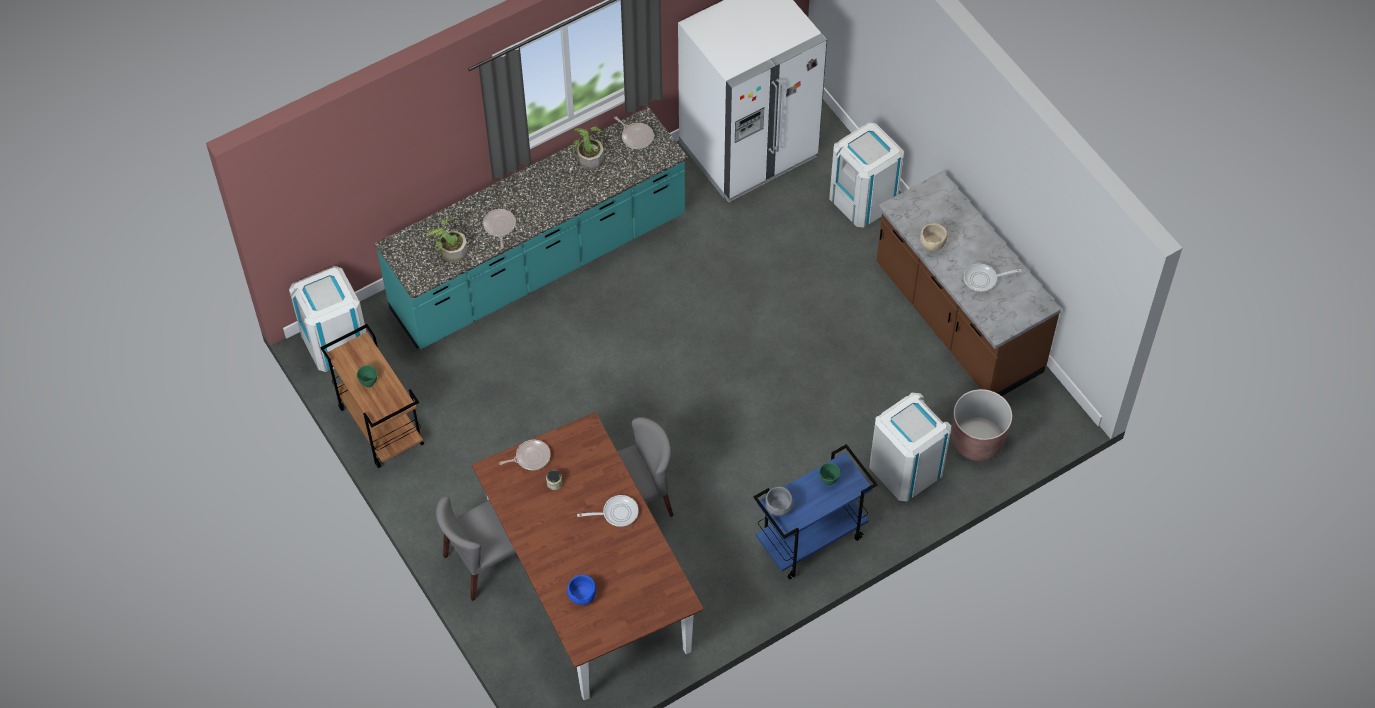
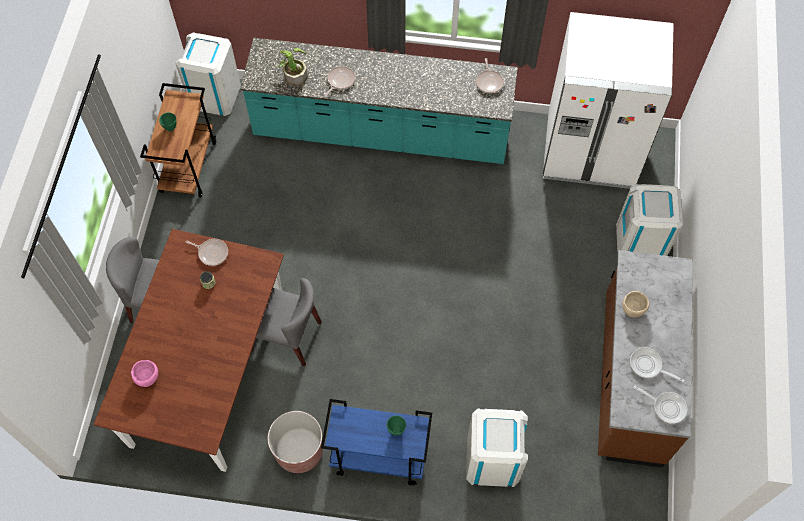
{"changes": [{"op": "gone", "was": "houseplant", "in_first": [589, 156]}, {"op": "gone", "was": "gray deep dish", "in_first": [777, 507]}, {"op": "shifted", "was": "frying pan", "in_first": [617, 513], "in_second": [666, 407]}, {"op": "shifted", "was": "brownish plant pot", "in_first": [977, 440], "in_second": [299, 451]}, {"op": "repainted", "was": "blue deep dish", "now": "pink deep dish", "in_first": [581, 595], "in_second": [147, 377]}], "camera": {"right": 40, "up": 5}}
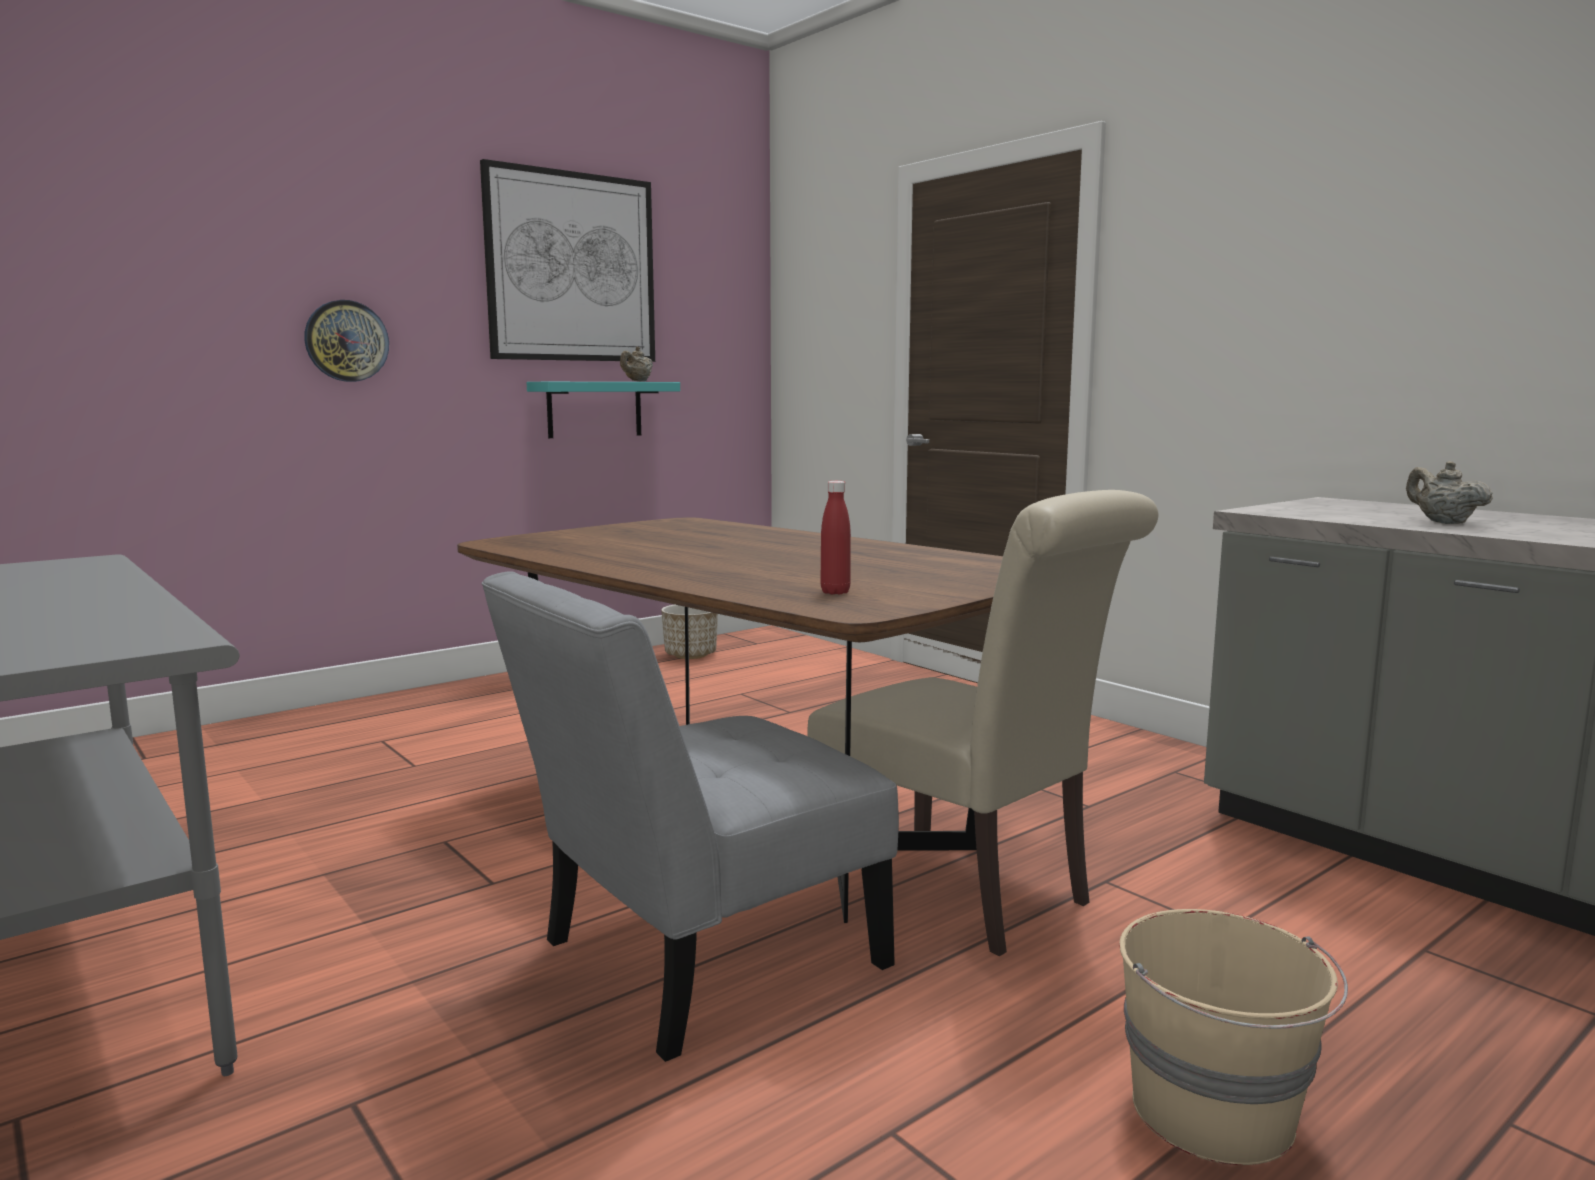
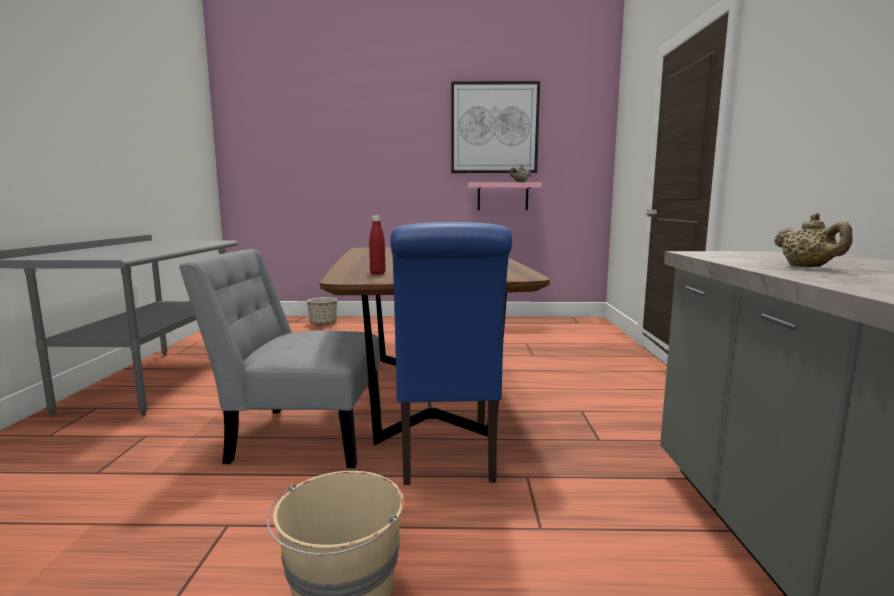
{"changes": [{"op": "gone", "was": "hanging clock", "in_first": [346, 341]}, {"op": "shifted", "was": "plant pot", "in_first": [690, 655], "in_second": [323, 323]}, {"op": "repainted", "was": "turquoise-coloured wall shelf", "now": "pink wall shelf", "in_first": [594, 409], "in_second": [502, 196]}, {"op": "repainted", "was": "beige-coloured chair", "now": "blue chair", "in_first": [967, 894], "in_second": [446, 454]}, {"op": "rotated", "was": "beige-coloured tea pot", "in_first": [1443, 522], "in_second": [808, 267], "clockwise": 150}], "camera": {"right": 40, "up": 0}}
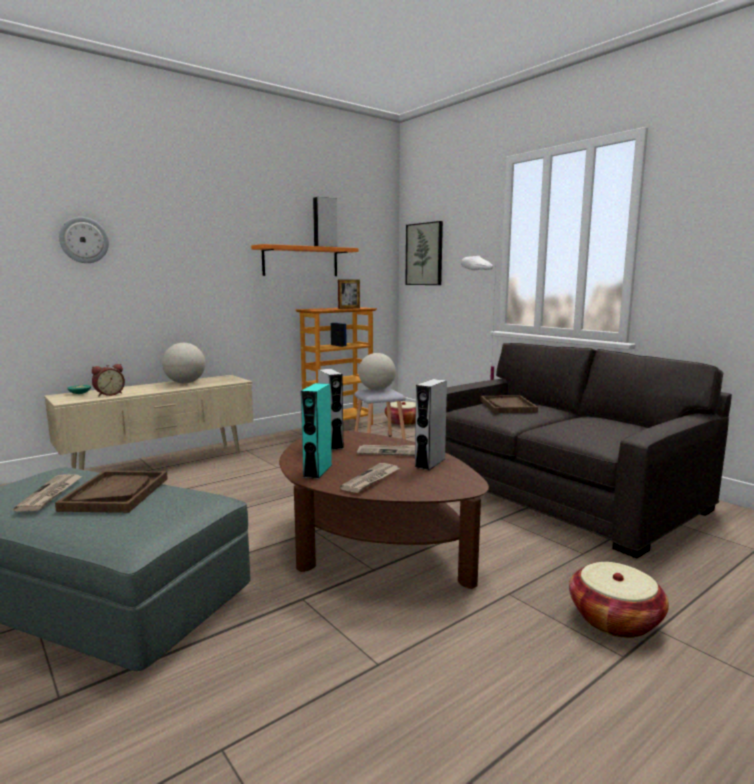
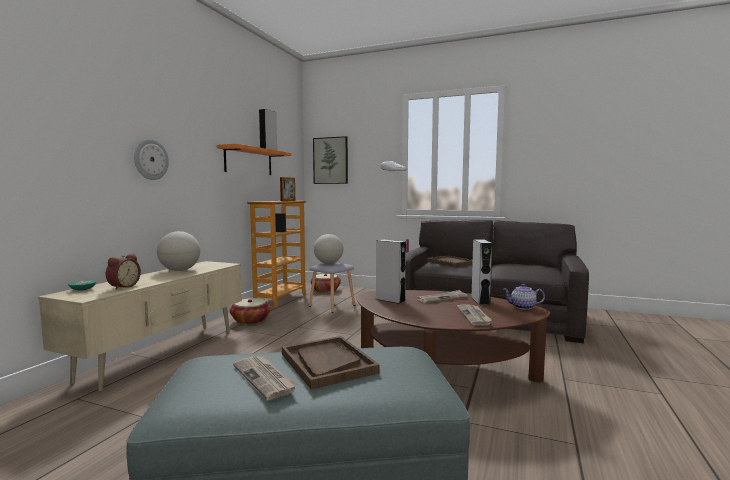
{"changes": [{"op": "gone", "was": "turquoise-coloured speaker", "in_first": [317, 471]}, {"op": "new", "now": "tea pot", "in_second": [522, 307]}, {"op": "shifted", "was": "hanging clock", "in_first": [84, 240], "in_second": [150, 159]}, {"op": "shifted", "was": "basket", "in_first": [614, 619], "in_second": [250, 320]}], "camera": {"right": -30, "up": -5}}
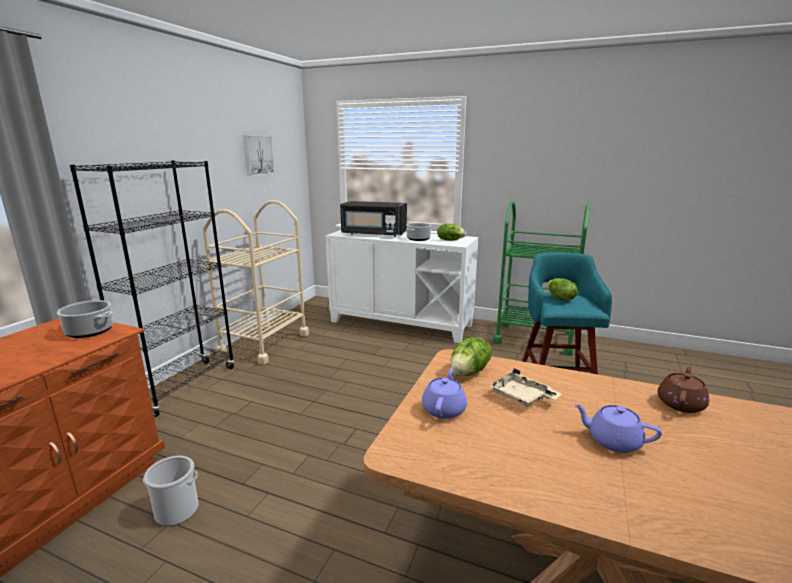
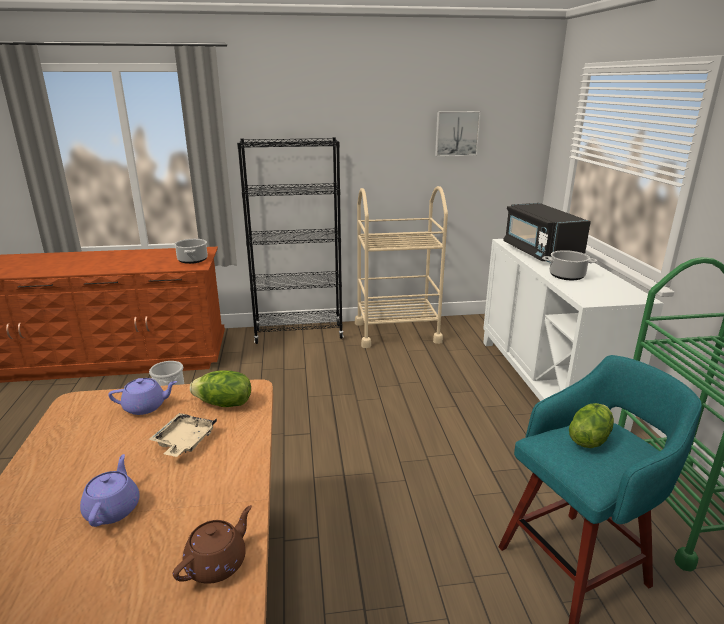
{"changes": [{"op": "gone", "was": "head of lettuce", "in_first": [450, 240]}, {"op": "rotated", "was": "brownish tea pot", "in_first": [680, 404], "in_second": [217, 563], "clockwise": -60}], "camera": {"right": 60, "up": 5}}
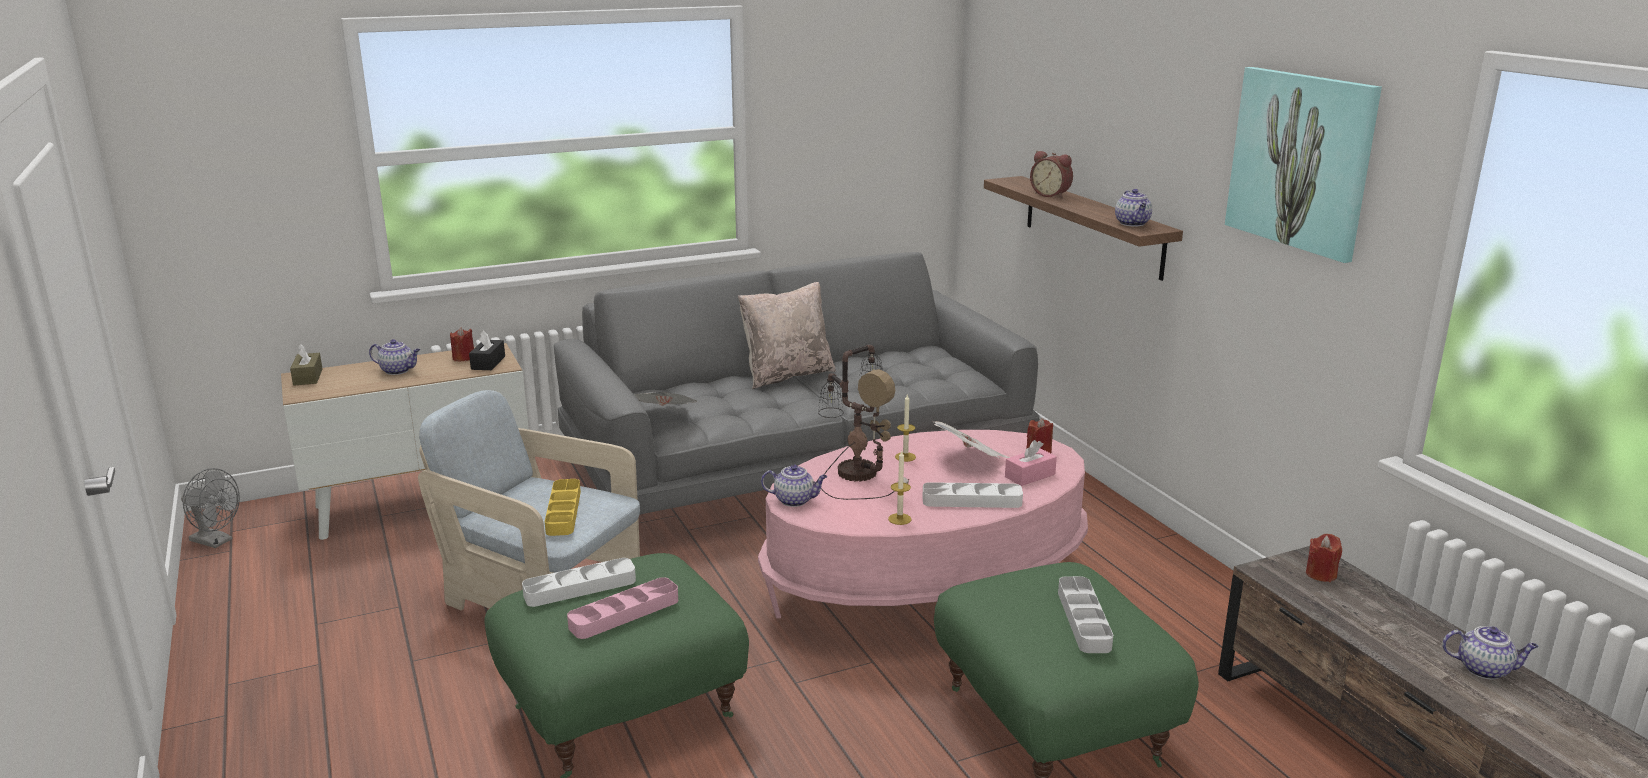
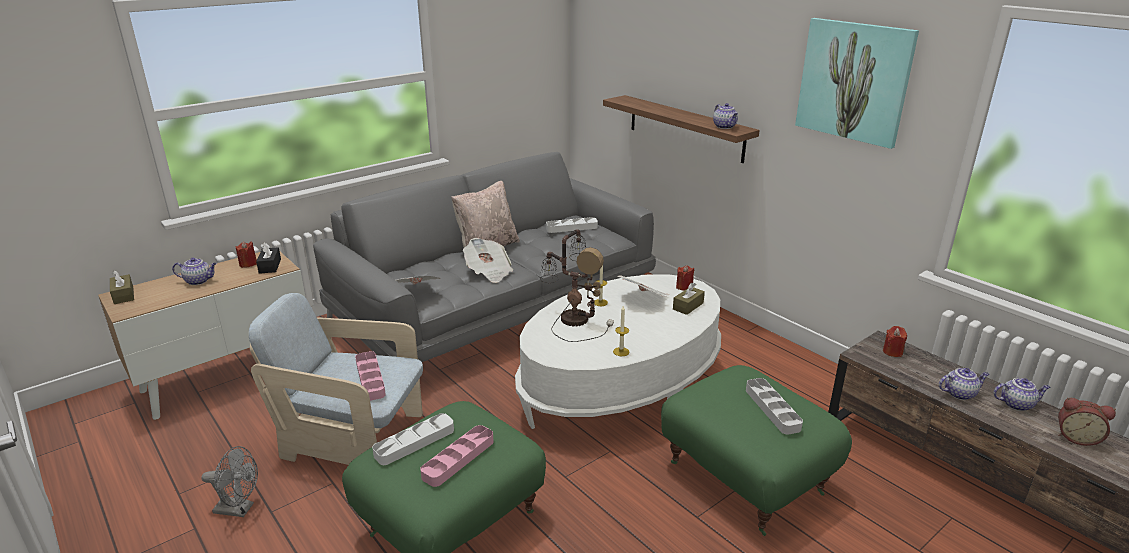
{"changes": [{"op": "new", "now": "daily paper", "in_second": [488, 272]}, {"op": "shifted", "was": "gray cooling fan", "in_first": [216, 541], "in_second": [239, 509]}, {"op": "shifted", "was": "tea pot", "in_first": [795, 500], "in_second": [959, 393]}, {"op": "shifted", "was": "white serving tray", "in_first": [972, 500], "in_second": [571, 228]}, {"op": "shifted", "was": "table clock", "in_first": [1051, 195], "in_second": [1076, 437]}, {"op": "repainted", "was": "yellow serving tray", "now": "pink serving tray", "in_first": [563, 512], "in_second": [370, 379]}, {"op": "repainted", "was": "pink lounge table", "now": "white lounge table", "in_first": [926, 588], "in_second": [621, 389]}, {"op": "repainted", "was": "pink tissue holder", "now": "brownish tissue holder", "in_first": [1030, 475], "in_second": [688, 306]}], "camera": {"right": -15, "up": 5}}
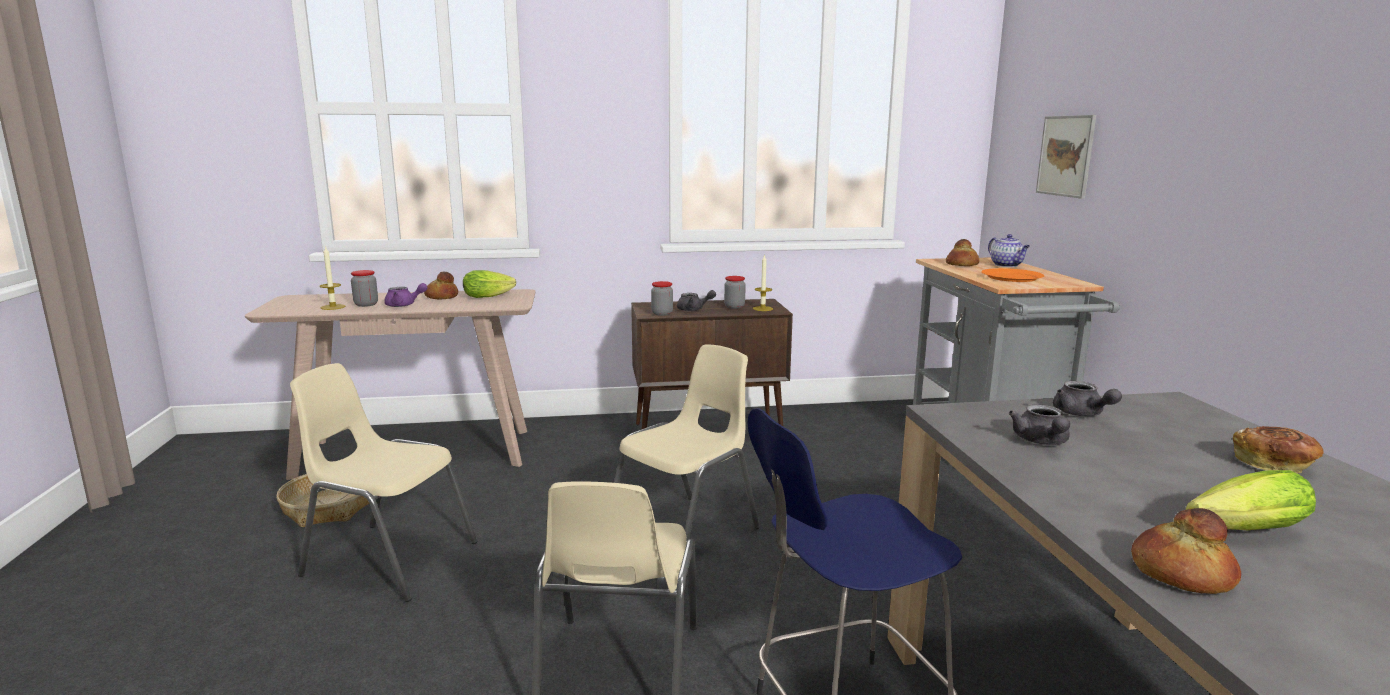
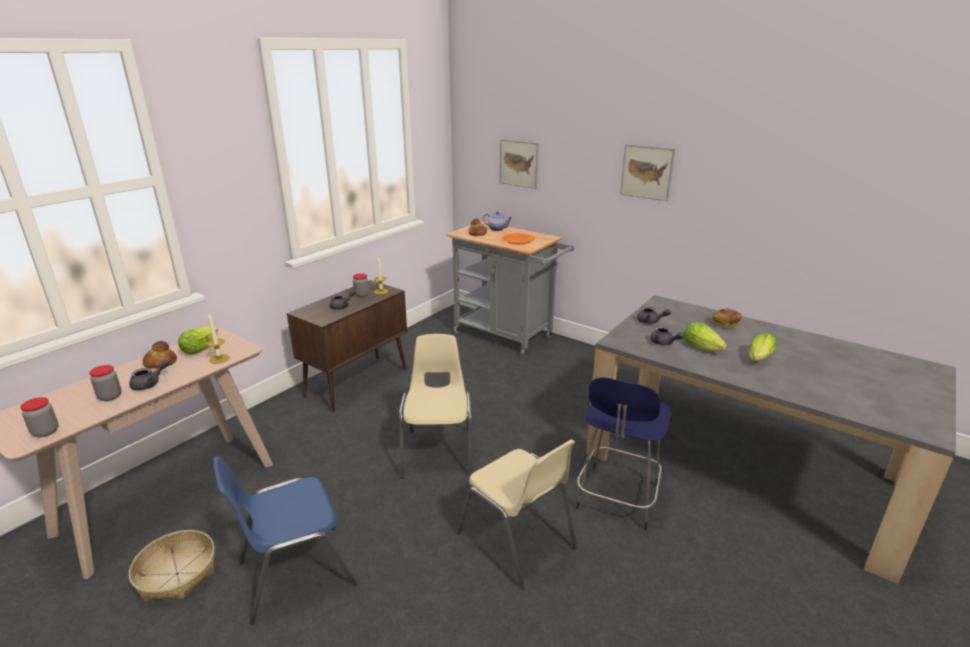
{"changes": [{"op": "gone", "was": "bakery bread", "in_first": [1180, 574]}, {"op": "new", "now": "wall picture", "in_second": [646, 172]}, {"op": "new", "now": "head of lettuce", "in_second": [703, 348]}, {"op": "shifted", "was": "candle", "in_first": [333, 307], "in_second": [219, 359]}, {"op": "shifted", "was": "jar", "in_first": [662, 313], "in_second": [45, 432]}, {"op": "repainted", "was": "beige-coloured chair", "now": "blue chair", "in_first": [388, 559], "in_second": [294, 573]}, {"op": "repainted", "was": "purplish tea pot", "now": "gray tea pot", "in_first": [404, 305], "in_second": [150, 384]}], "camera": {"right": -45, "up": 10}}
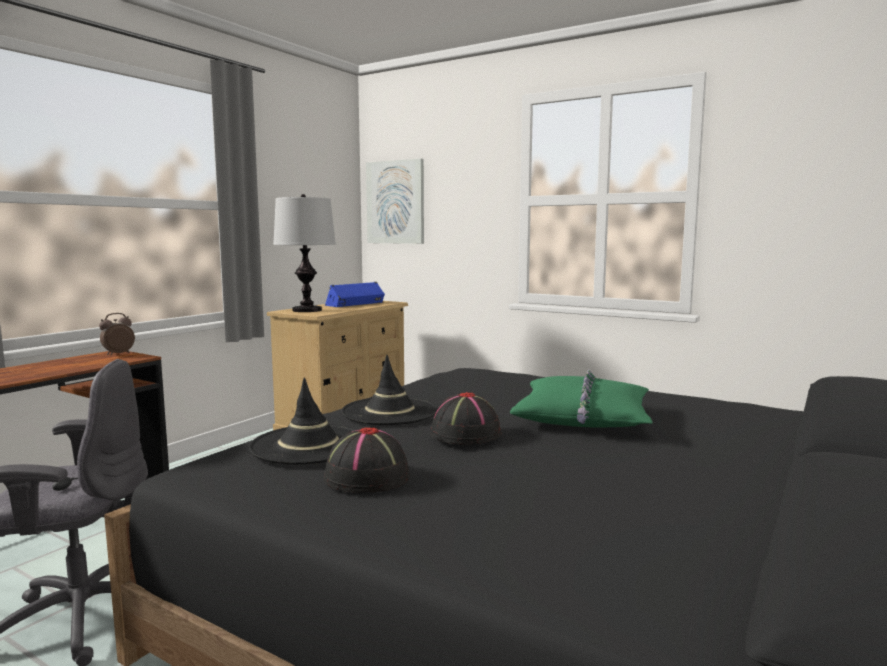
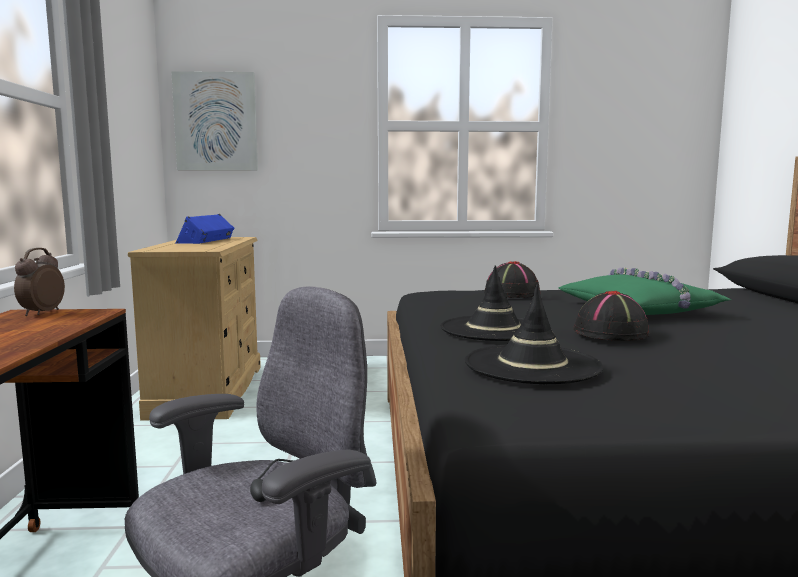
{"changes": [{"op": "gone", "was": "lamp for a table", "in_first": [307, 310]}, {"op": "shifted", "was": "black-coloured hat", "in_first": [366, 477], "in_second": [511, 294]}], "camera": {"right": -35, "up": 0}}
